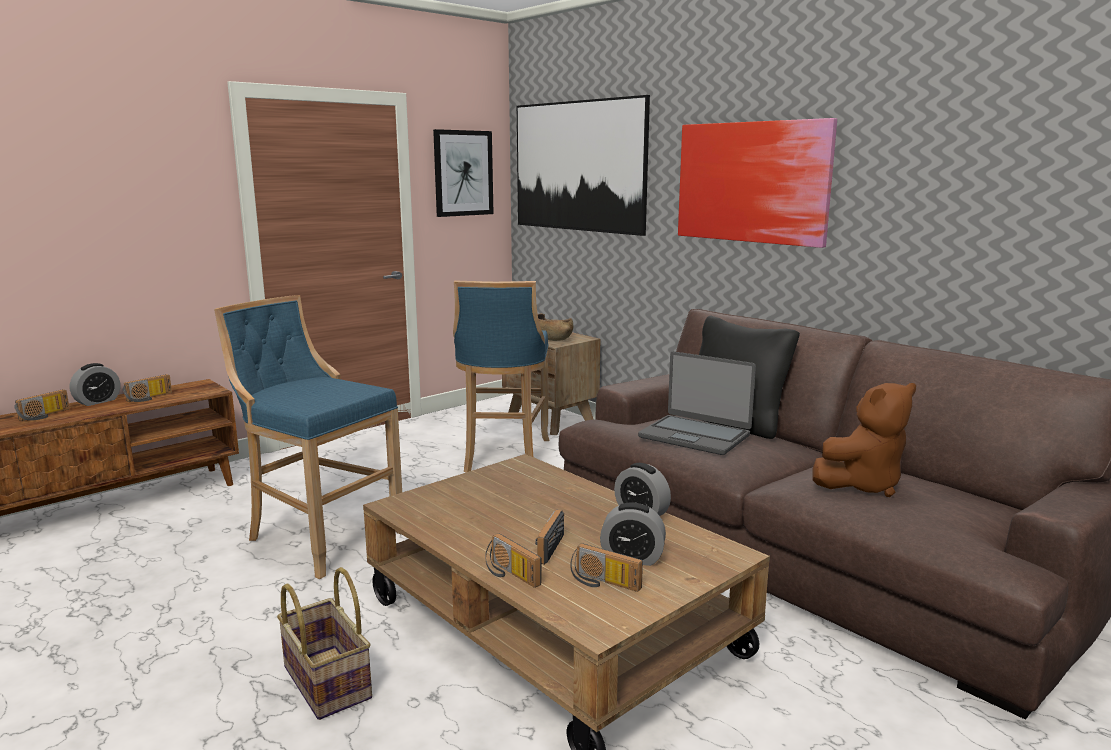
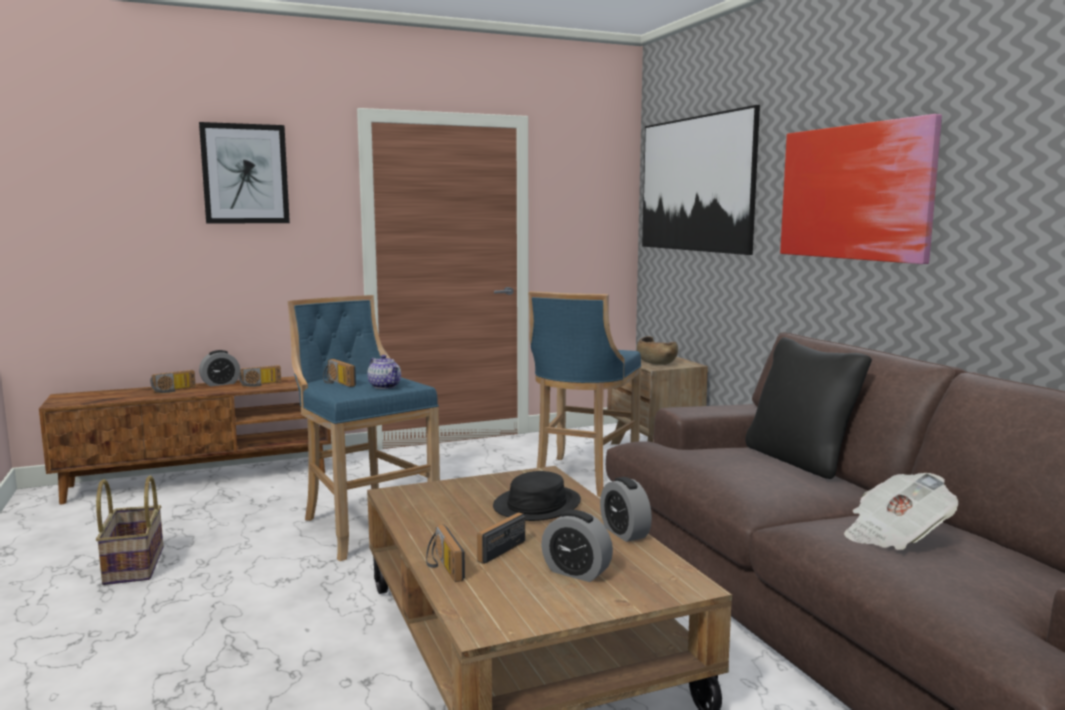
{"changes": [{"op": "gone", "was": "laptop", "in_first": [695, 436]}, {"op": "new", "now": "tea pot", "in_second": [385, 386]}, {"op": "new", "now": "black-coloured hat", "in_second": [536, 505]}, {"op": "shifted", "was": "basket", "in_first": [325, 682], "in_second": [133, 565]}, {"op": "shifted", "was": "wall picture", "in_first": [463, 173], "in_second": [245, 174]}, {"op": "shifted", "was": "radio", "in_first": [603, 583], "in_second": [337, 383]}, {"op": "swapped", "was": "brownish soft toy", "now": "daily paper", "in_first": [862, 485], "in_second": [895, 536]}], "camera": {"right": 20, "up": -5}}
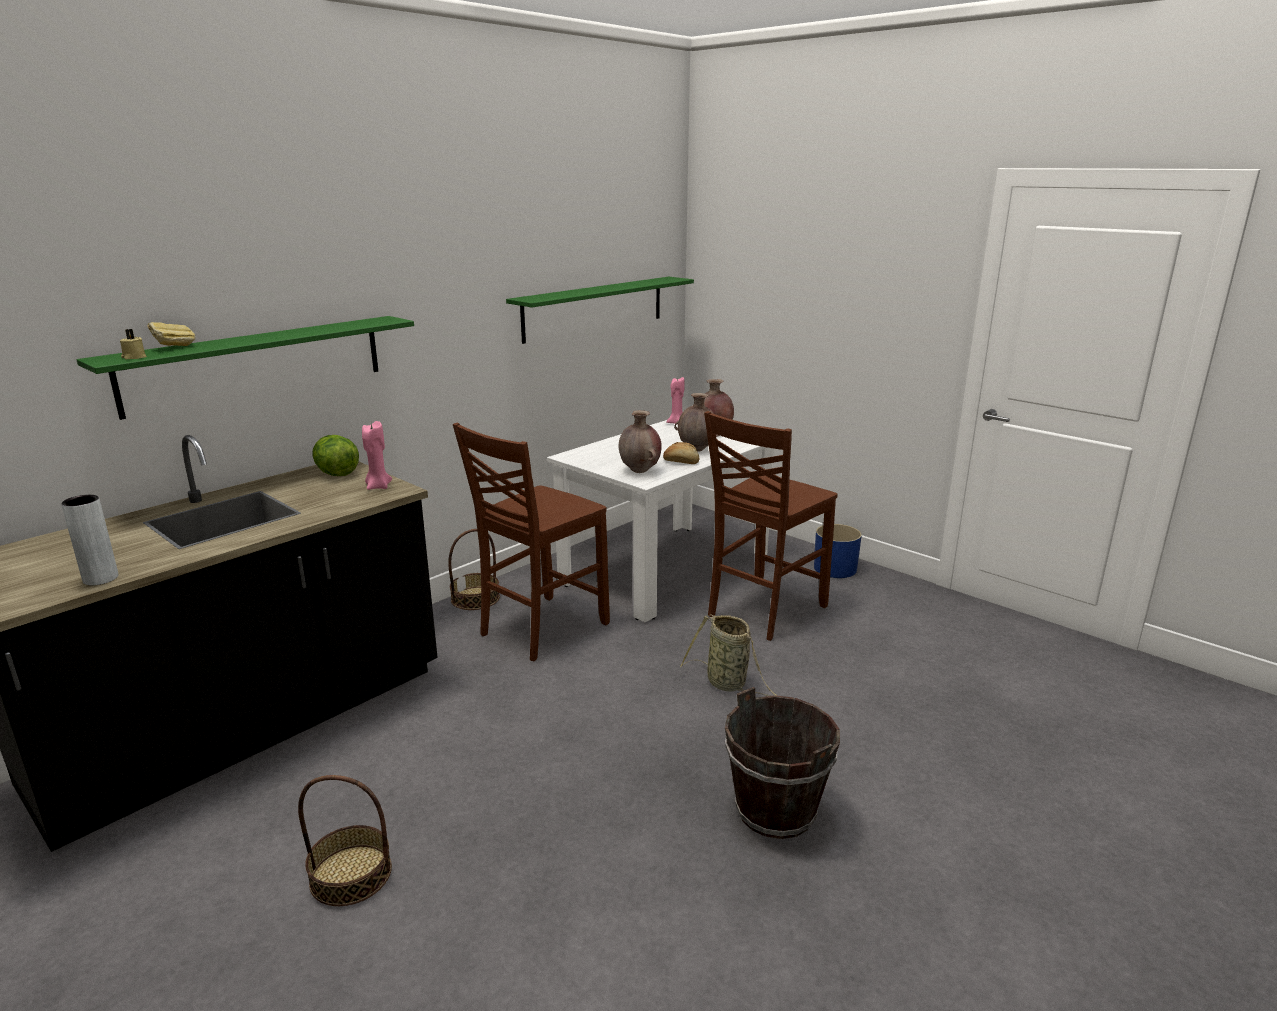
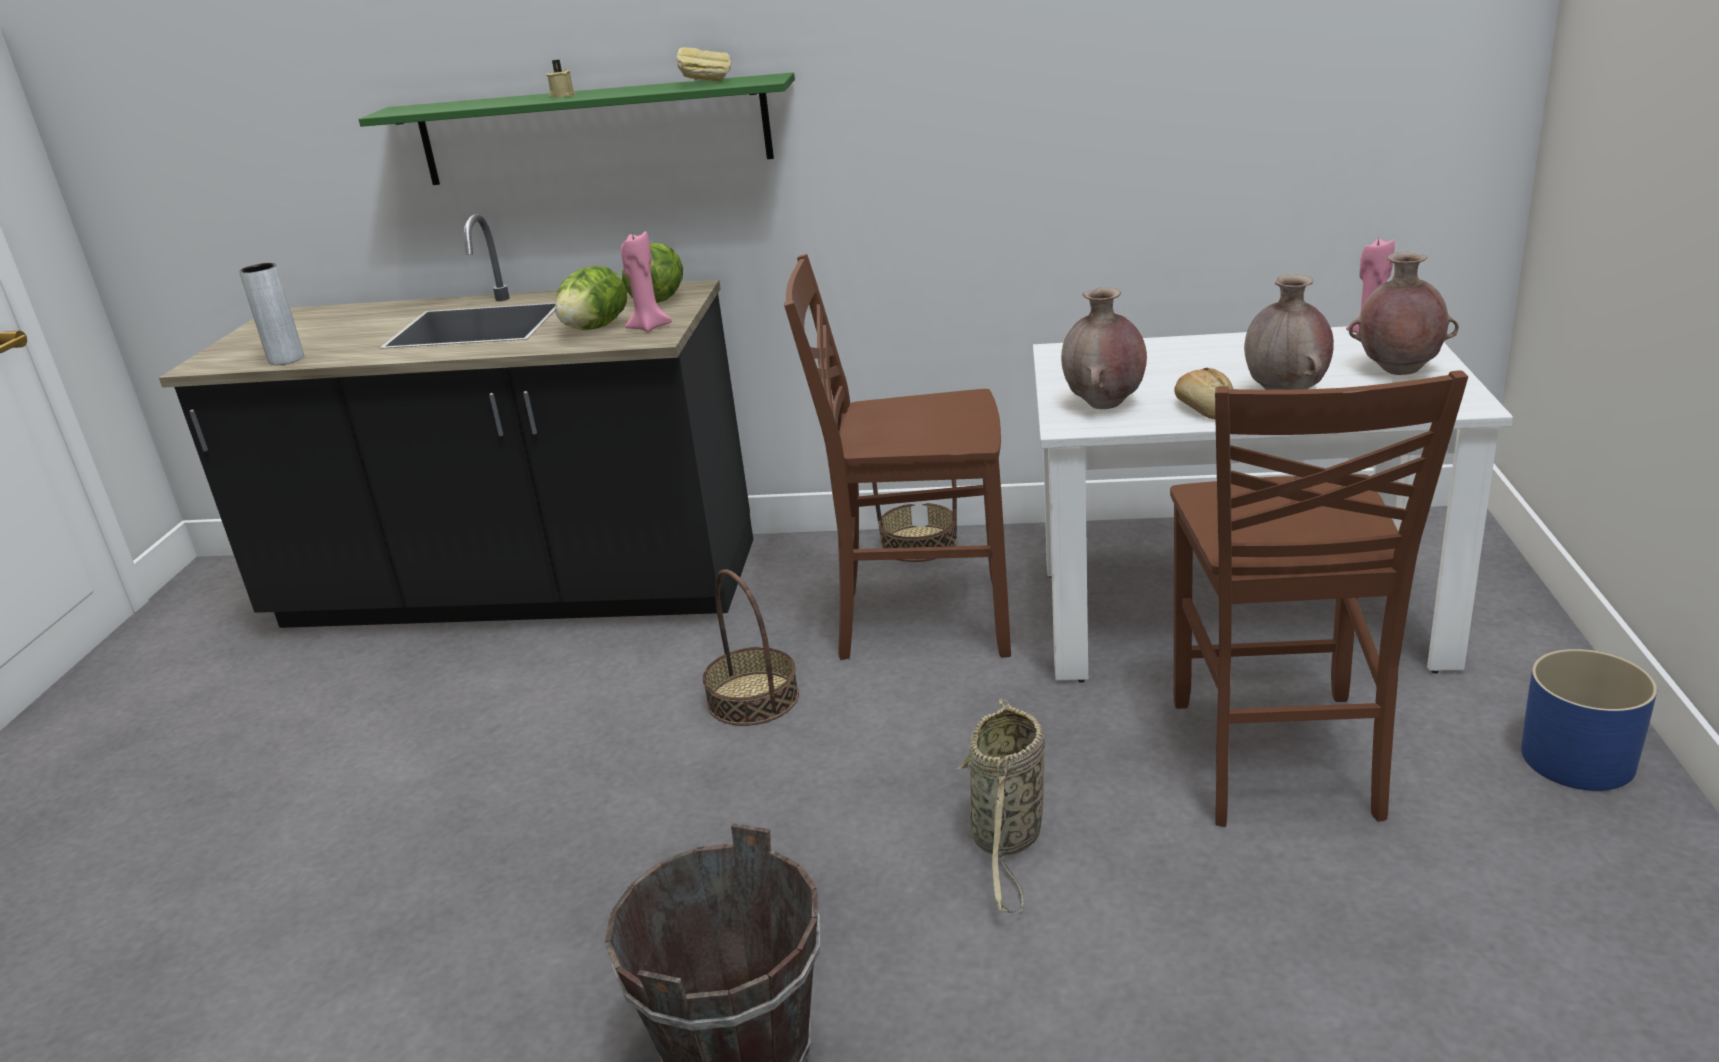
{"changes": [{"op": "gone", "was": "green wall shelf", "in_first": [594, 308]}, {"op": "new", "now": "head of lettuce", "in_second": [595, 328]}, {"op": "shifted", "was": "beige-coloured candle", "in_first": [134, 357], "in_second": [562, 96]}, {"op": "shifted", "was": "bakery bread", "in_first": [174, 347], "in_second": [706, 82]}, {"op": "shifted", "was": "basket", "in_first": [350, 875], "in_second": [752, 699]}, {"op": "rotated", "was": "brownish chair", "in_first": [763, 611], "in_second": [1277, 761], "clockwise": -90}], "camera": {"right": 55, "up": 5}}
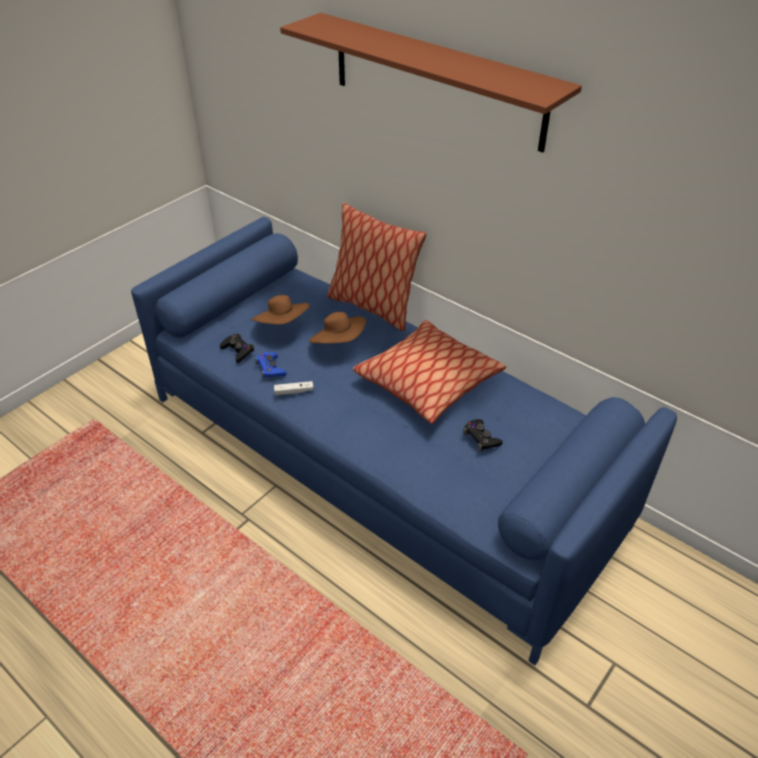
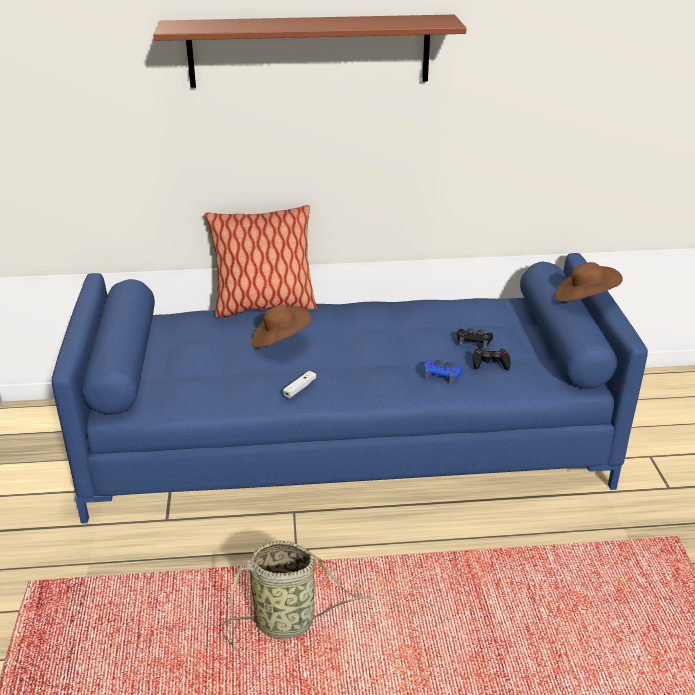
{"changes": [{"op": "gone", "was": "cushion", "in_first": [428, 381]}, {"op": "new", "now": "basket", "in_second": [289, 622]}, {"op": "shifted", "was": "black-coloured game controller", "in_first": [238, 350], "in_second": [490, 363]}, {"op": "shifted", "was": "brownish hat", "in_first": [283, 325], "in_second": [584, 298]}, {"op": "shifted", "was": "blue game controller", "in_first": [270, 368], "in_second": [442, 374]}], "camera": {"right": -45, "up": -10}}
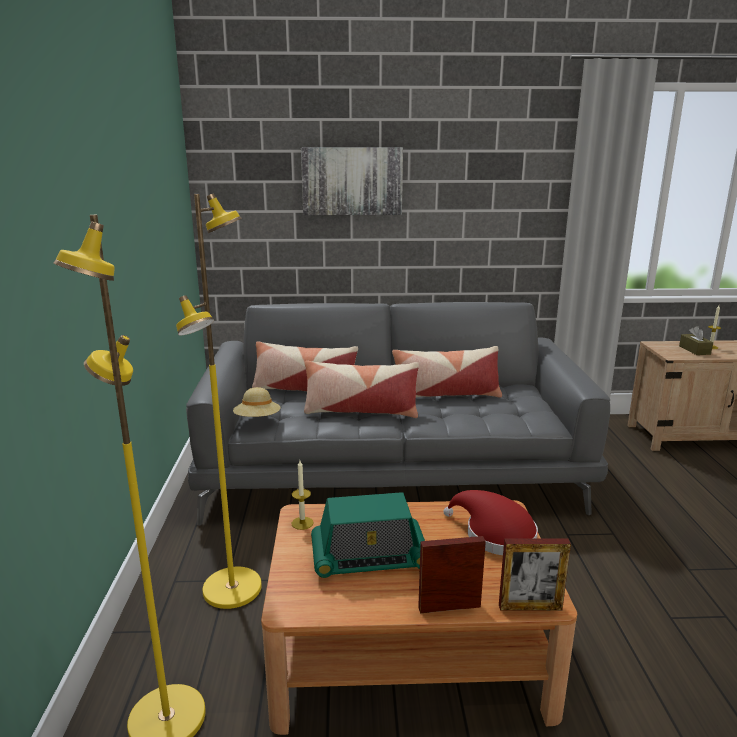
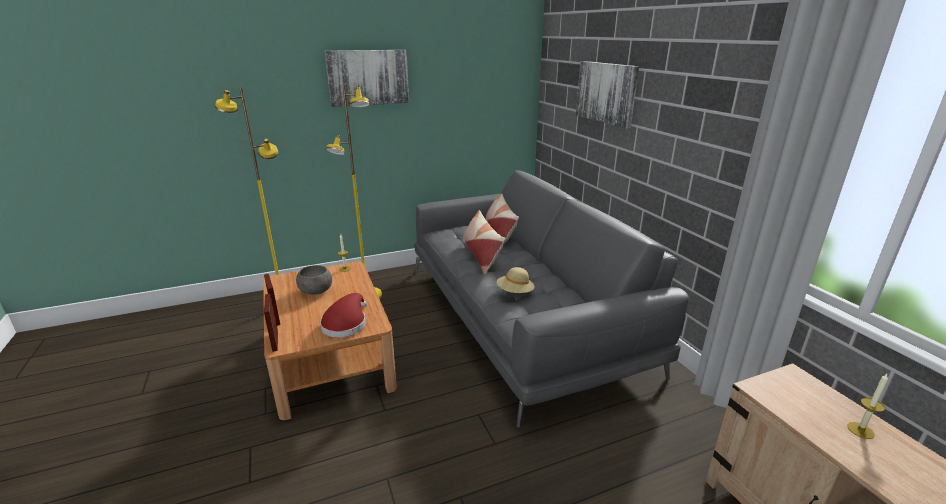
{"changes": [{"op": "gone", "was": "cushion", "in_first": [446, 394]}, {"op": "gone", "was": "brownish tissue holder", "in_first": [694, 350]}, {"op": "new", "now": "wall picture", "in_second": [368, 77]}, {"op": "shifted", "was": "beige-coloured hat", "in_first": [257, 419], "in_second": [515, 292]}, {"op": "swapped", "was": "radio", "now": "gray deep dish", "in_first": [369, 558], "in_second": [316, 290]}], "camera": {"right": 70, "up": 5}}
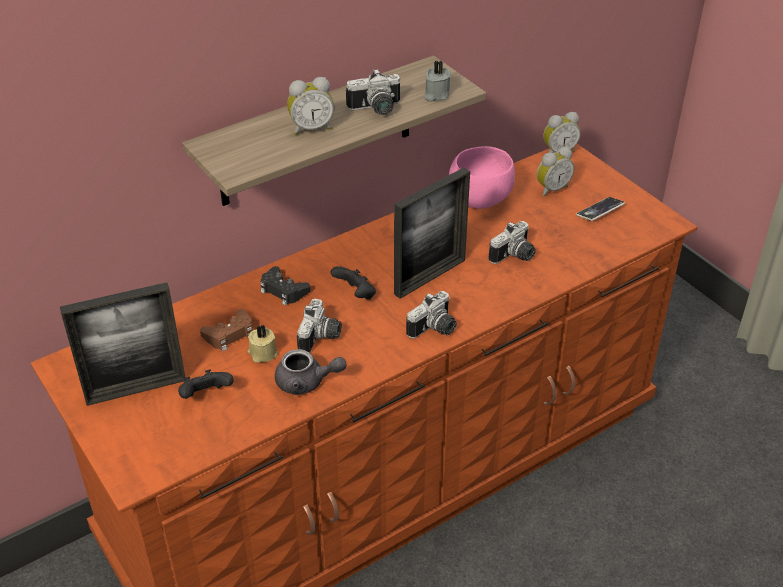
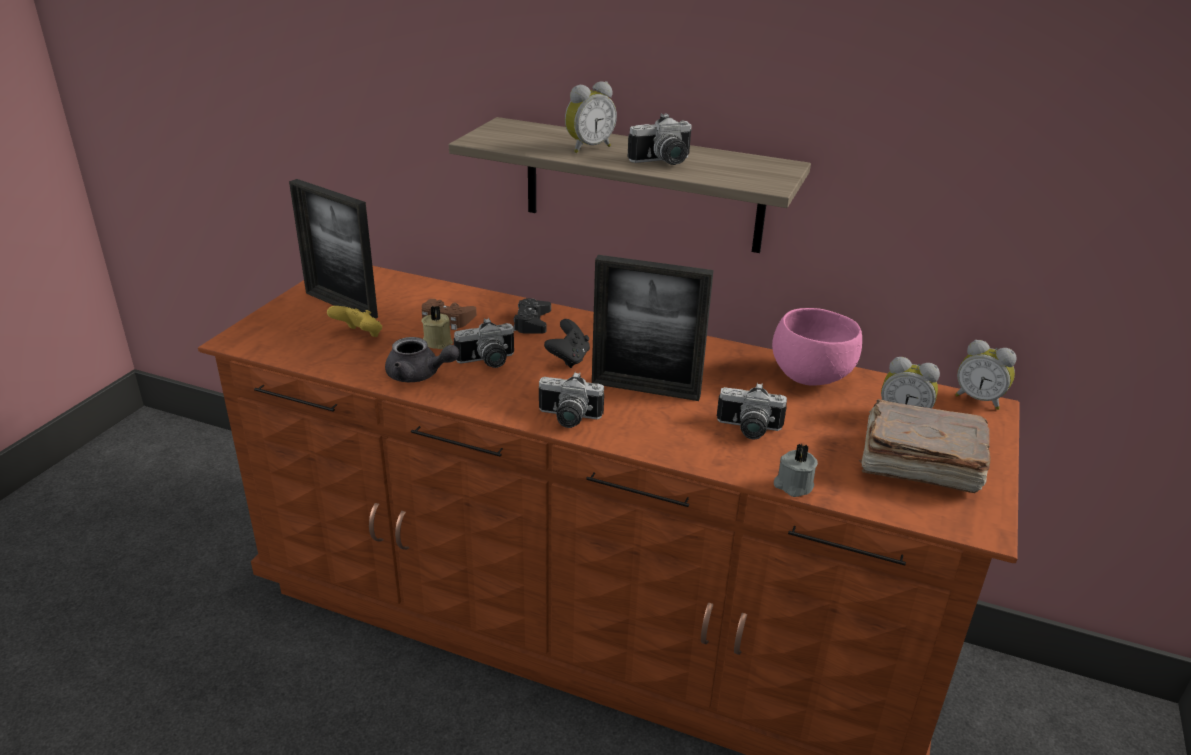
{"changes": [{"op": "shifted", "was": "gray candle", "in_first": [436, 95], "in_second": [793, 485]}, {"op": "swapped", "was": "phone", "now": "brownish bound book", "in_first": [600, 211], "in_second": [917, 464]}, {"op": "repainted", "was": "black-coloured game controller", "now": "yellow game controller", "in_first": [206, 396], "in_second": [359, 335]}, {"op": "rotated", "was": "gray tea pot", "in_first": [306, 383], "in_second": [419, 375], "clockwise": -45}, {"op": "rotated", "was": "table clock", "in_first": [311, 128], "in_second": [588, 148], "clockwise": -75}, {"op": "rotated", "was": "photo camera", "in_first": [376, 109], "in_second": [663, 162], "clockwise": -60}], "camera": {"right": 55, "up": -10}}
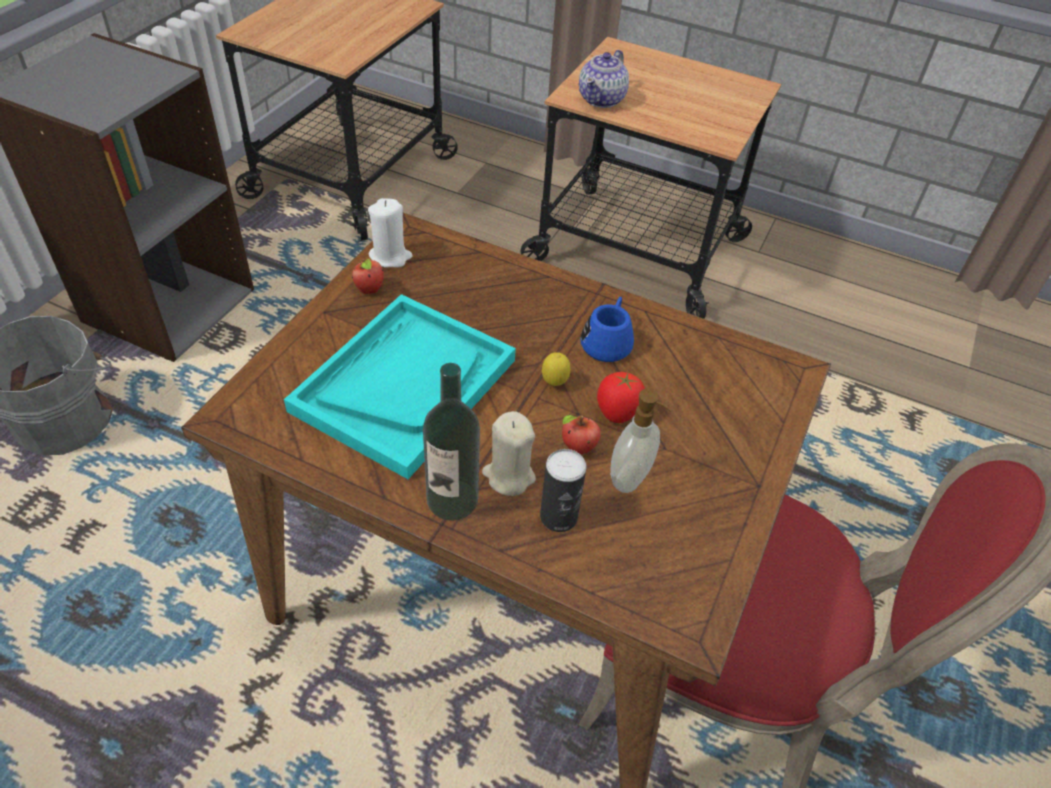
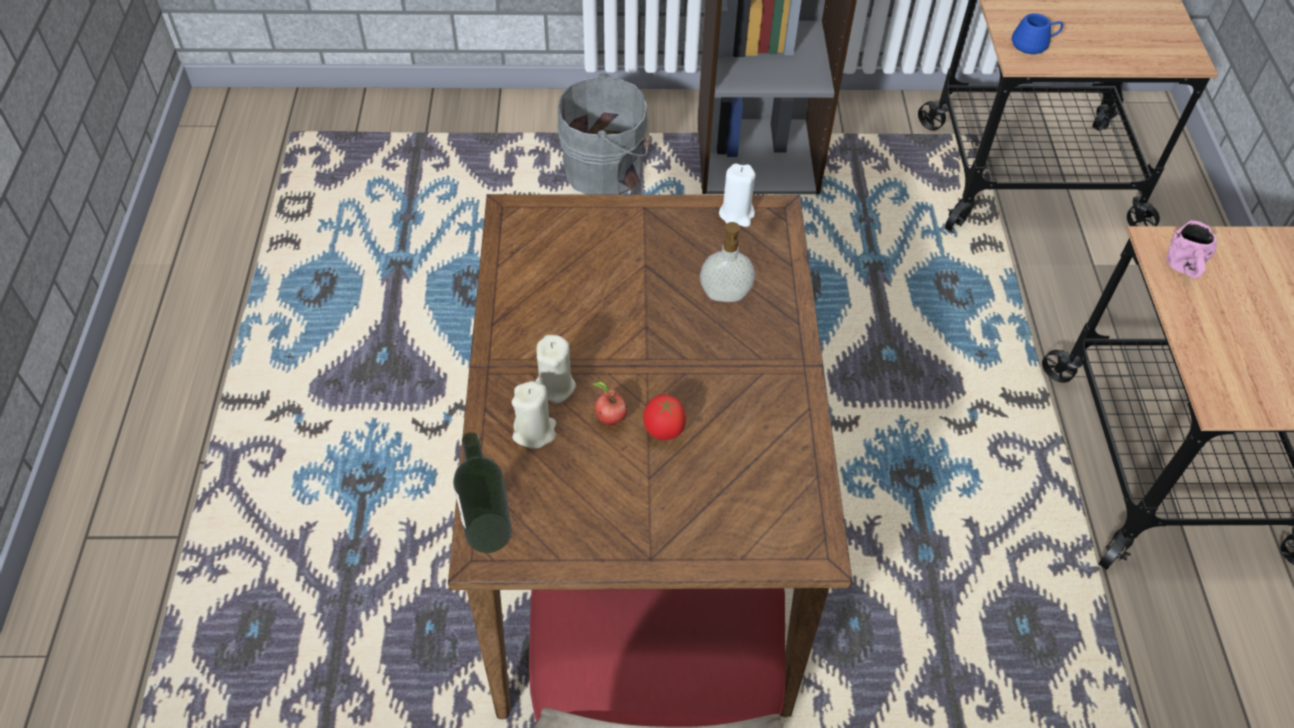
{"changes": [{"op": "gone", "was": "turquoise-coloured serving tray", "in_first": [404, 385]}, {"op": "gone", "was": "whole apple", "in_first": [370, 290]}, {"op": "gone", "was": "lemon", "in_first": [554, 383]}, {"op": "shifted", "was": "beverage bottle", "in_first": [452, 499], "in_second": [488, 533]}, {"op": "shifted", "was": "blue tea mug", "in_first": [608, 341], "in_second": [1034, 44]}, {"op": "shifted", "was": "soap dispenser", "in_first": [631, 478], "in_second": [725, 296]}, {"op": "swapped", "was": "sealed can", "now": "beige-coloured candle", "in_first": [558, 517], "in_second": [534, 432]}, {"op": "swapped", "was": "tea pot", "now": "pink tea mug", "in_first": [602, 99], "in_second": [1184, 270]}], "camera": {"right": 65, "up": 5}}
